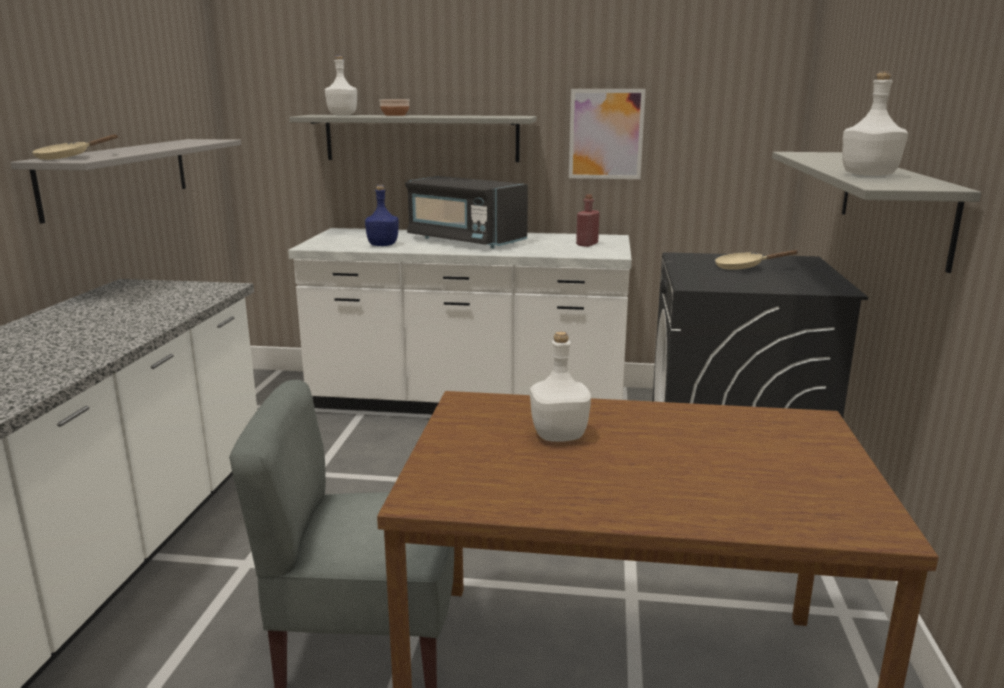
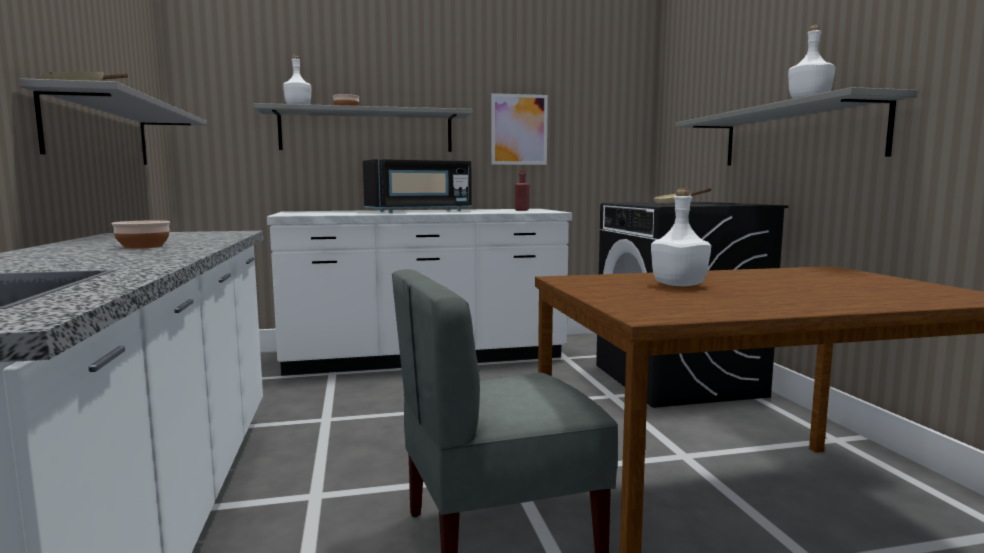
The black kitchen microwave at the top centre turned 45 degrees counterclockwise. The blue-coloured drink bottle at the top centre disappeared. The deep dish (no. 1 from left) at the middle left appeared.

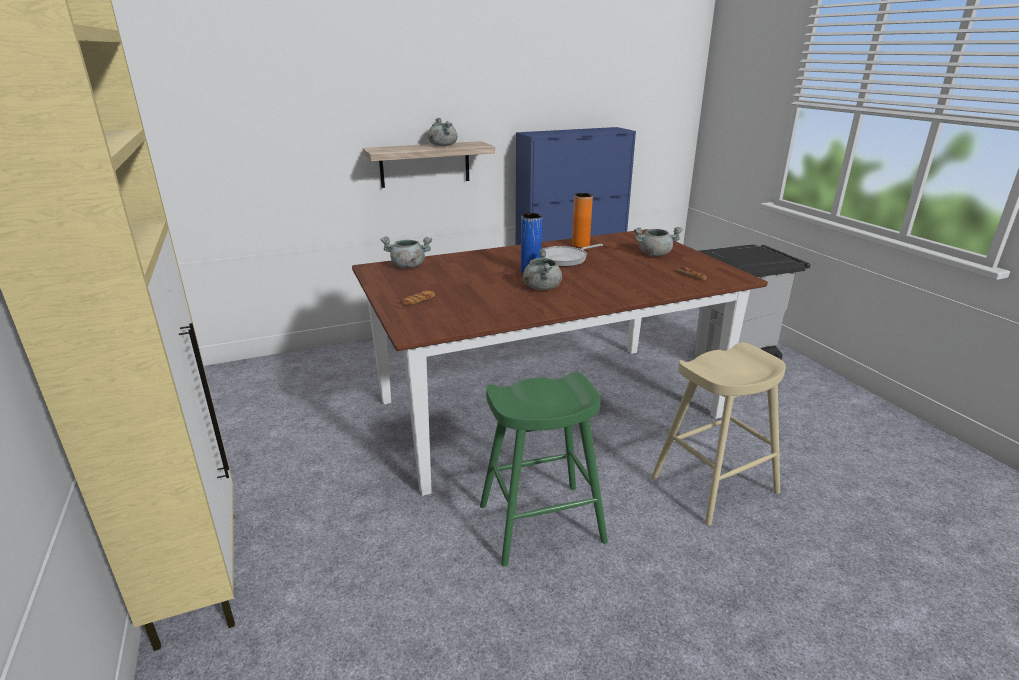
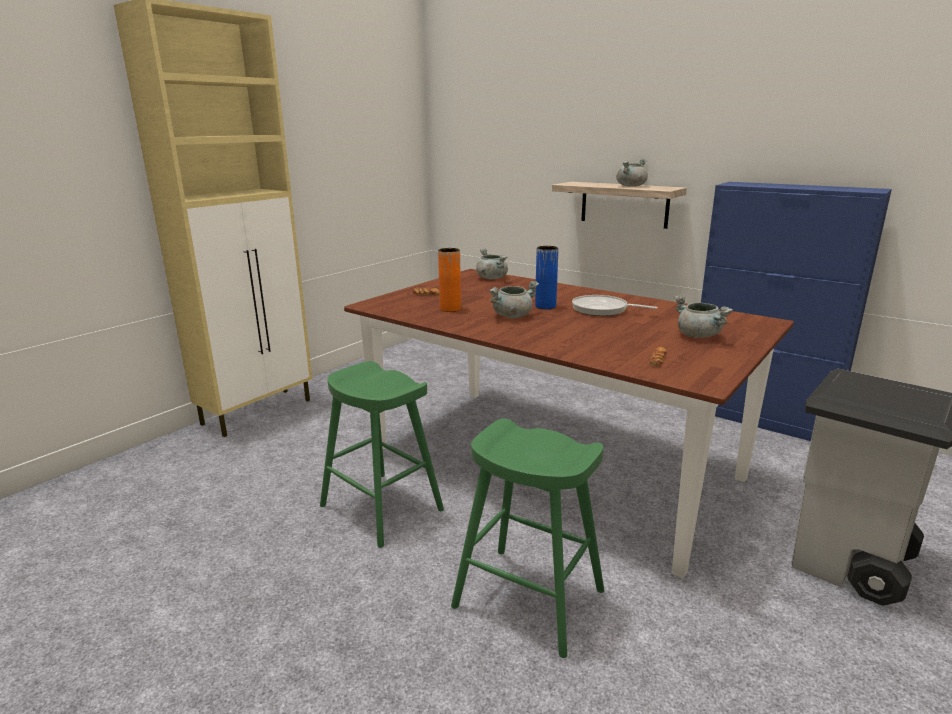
The orange-coloured flower vase moved from the top centre to the centre. The sand-coloured sitting stool at the middle right became the green sitting stool (no. 2 from left) at the bottom centre.

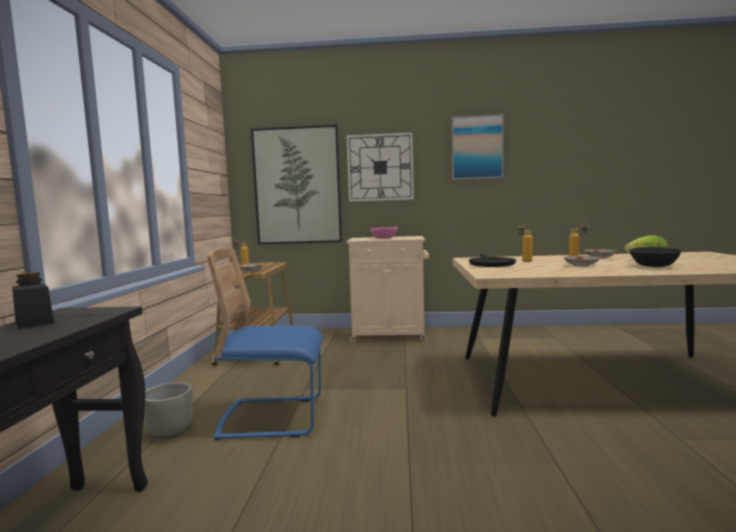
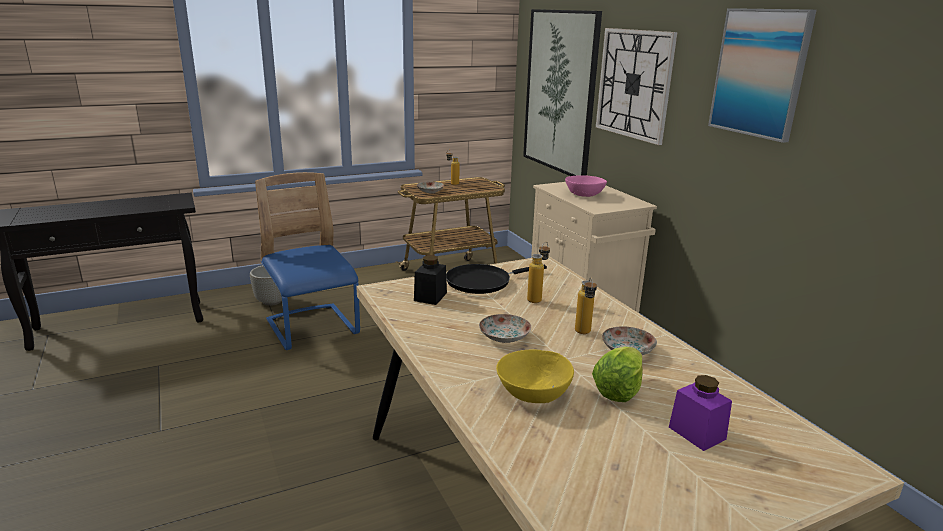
The black deep dish at the middle right became the yellowish deep dish at the bottom centre. The black jar moved from the middle left to the centre. The purple jar at the bottom right appeared.

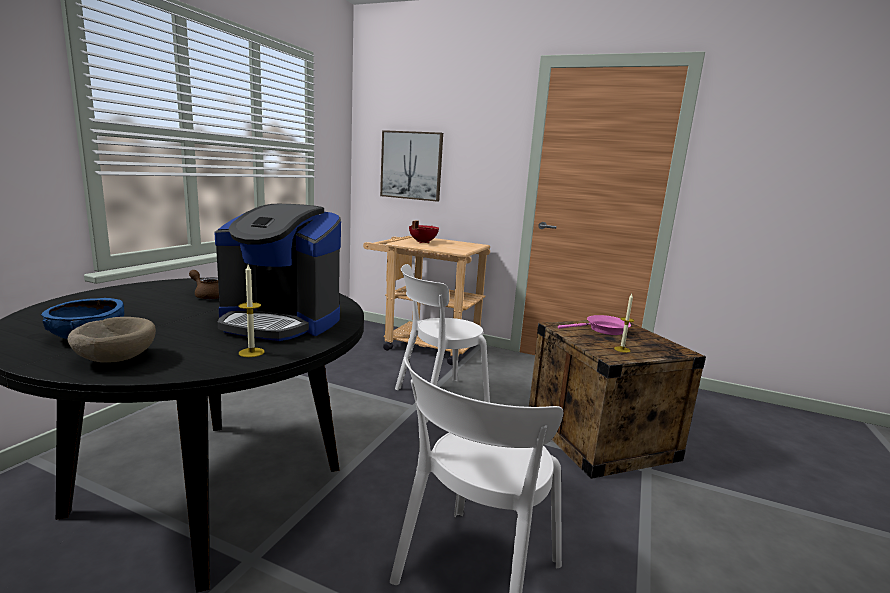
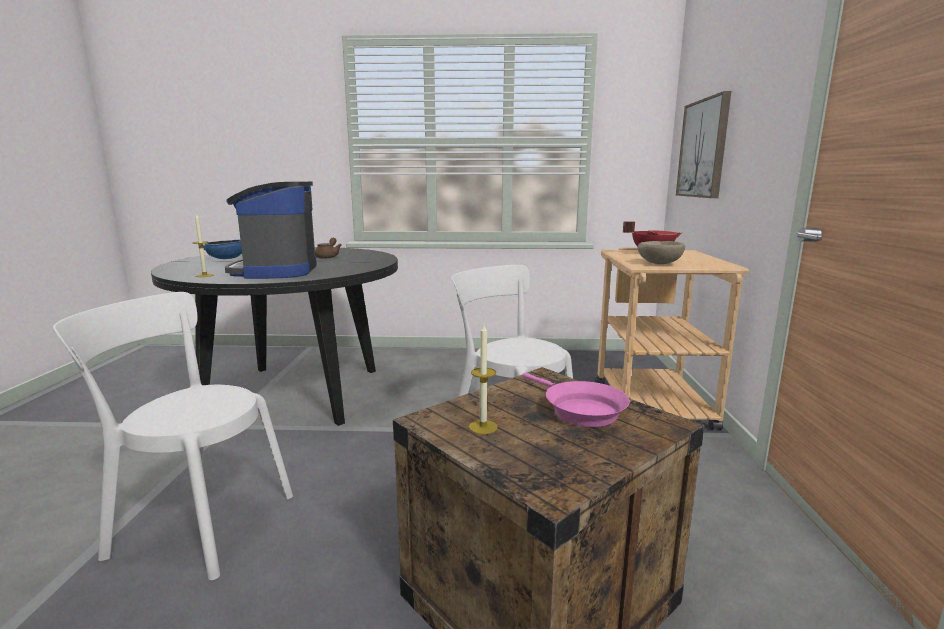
The sand-coloured deep dish moved from the middle left to the middle right.

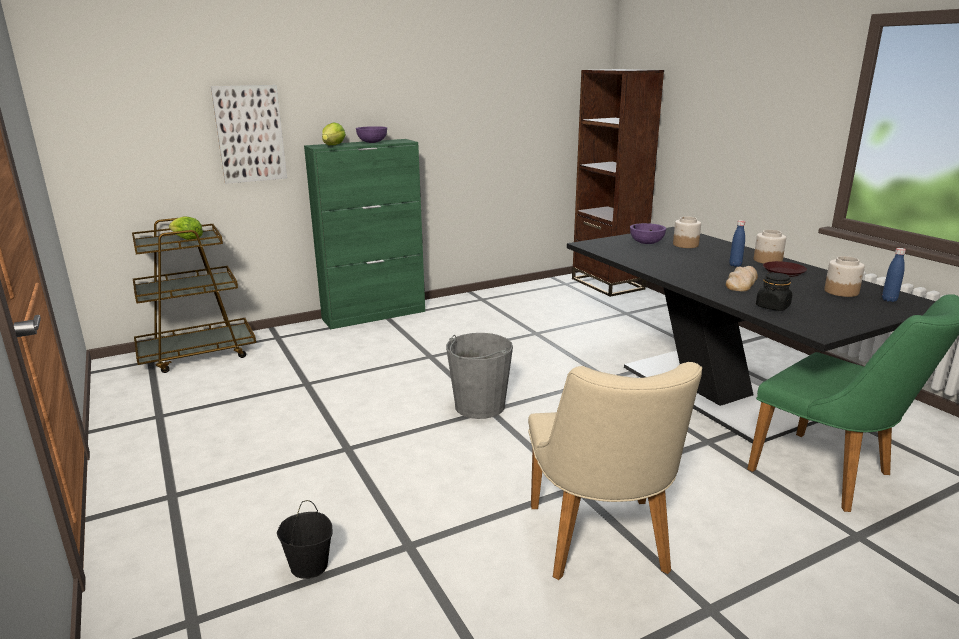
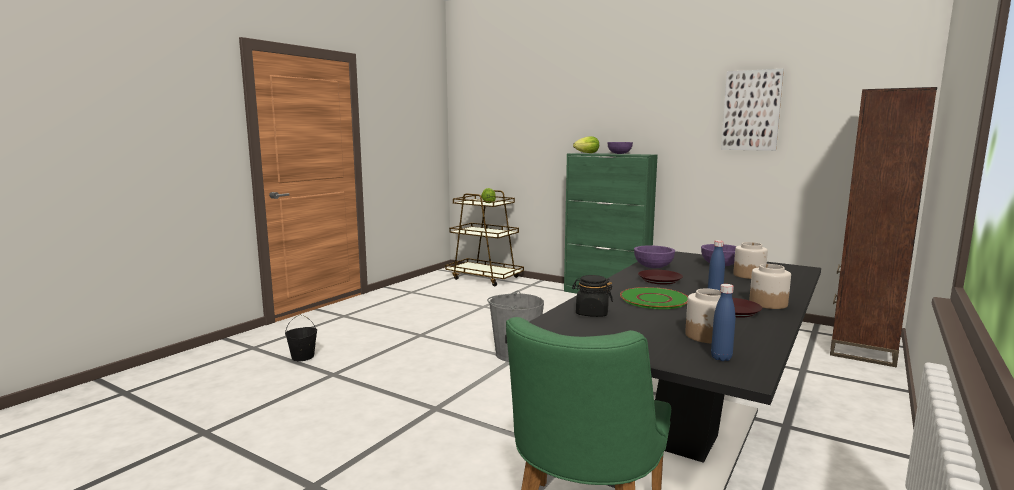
The wall picture moved from the top left to the top right. The bread at the middle right was replaced by the green plate at the centre. The sand-coloured plain chair at the bottom centre disappeared. The purple deep dish (no. 2 from left) at the centre appeared. The brown-coloured plate (no. 1 from left) at the centre appeared.

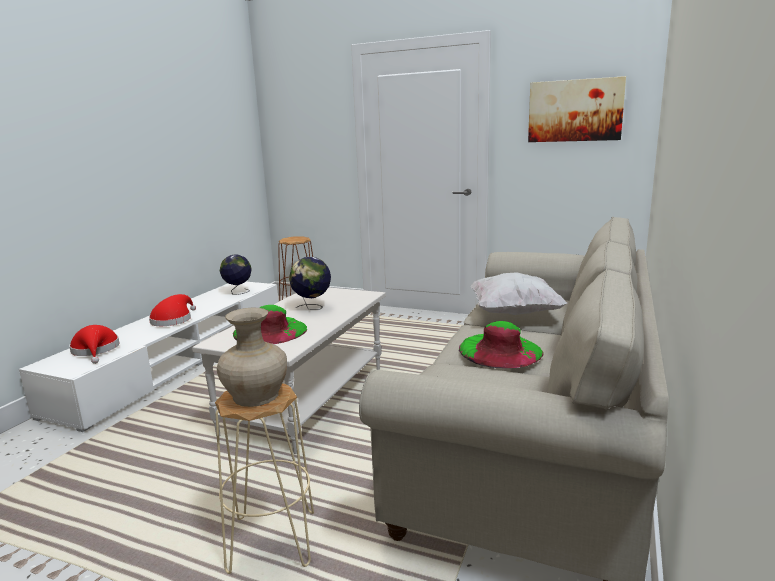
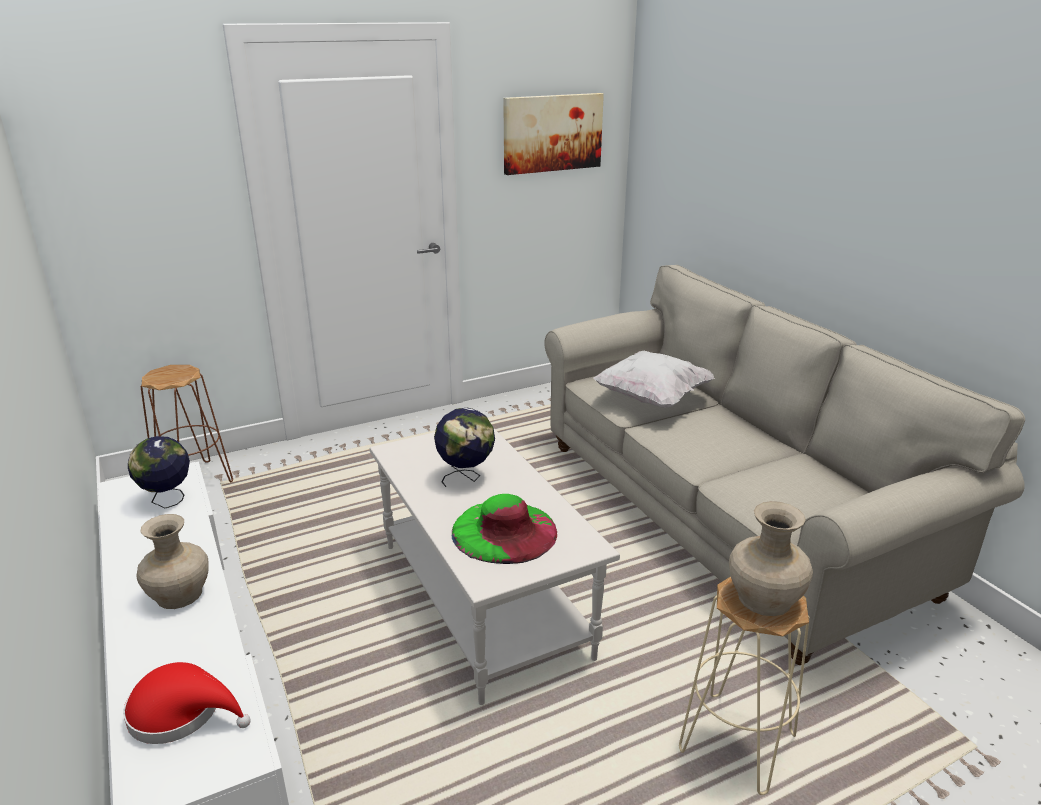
The red wearable hat (no. 2 from left) at the middle left was replaced by the sand-coloured flower vase (no. 1 from left) at the bottom left. The green wearable hat (no. 2 from left) at the centre disappeared.

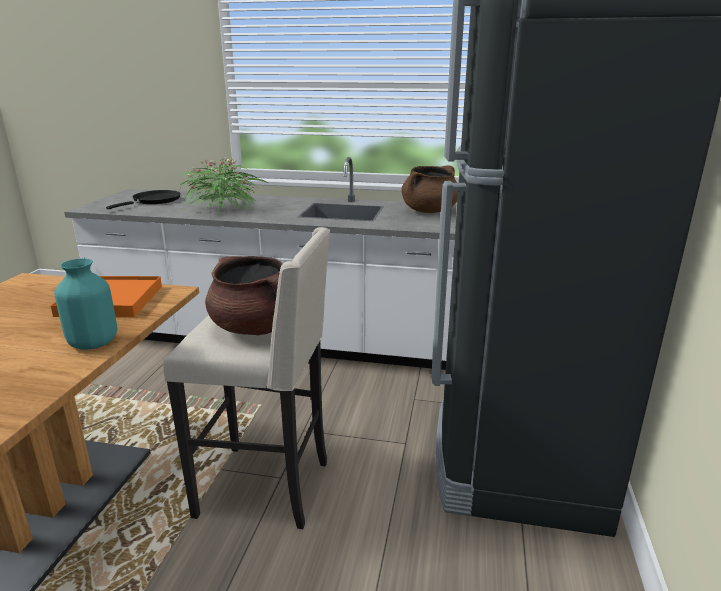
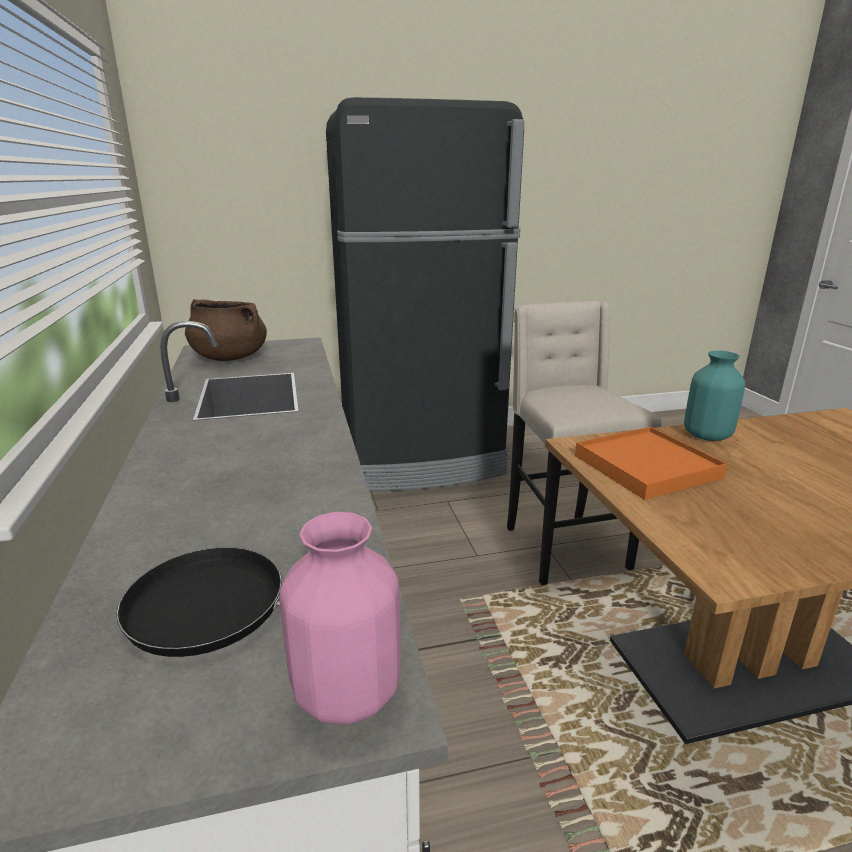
The plant in a pot at the top left disappeared. The brown-coloured saucepot (no. 1 from left) at the centre disappeared. The pink flower vase at the bottom centre appeared.

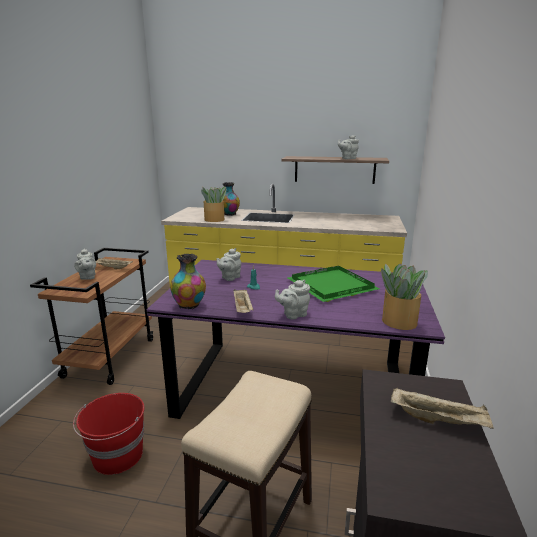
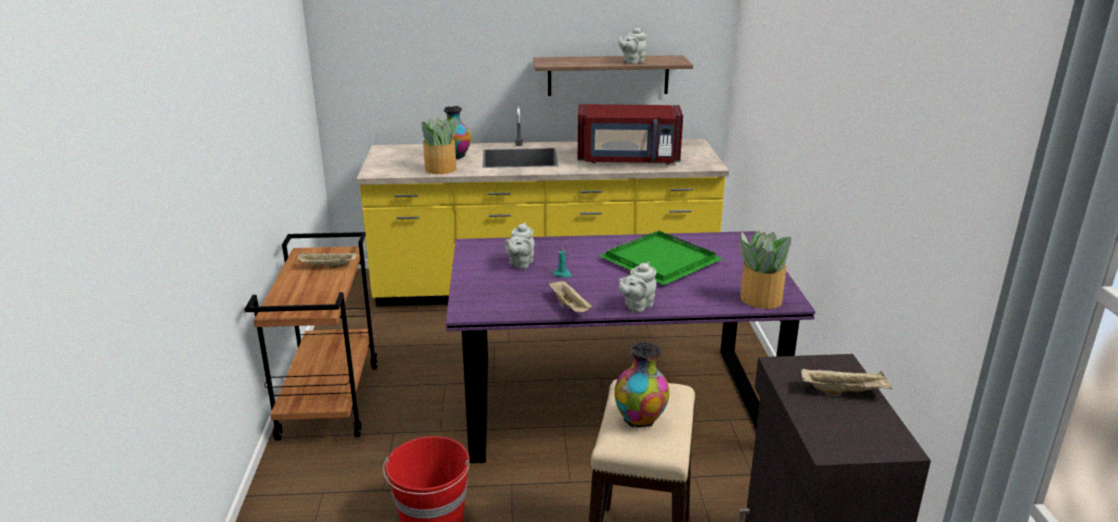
The greyish tea pot (no. 1 from left) at the middle left disappeared. The flower vase (no. 1 from left in the first image) moved from the centre to the bottom centre. The red kitchen microwave at the top centre appeared.

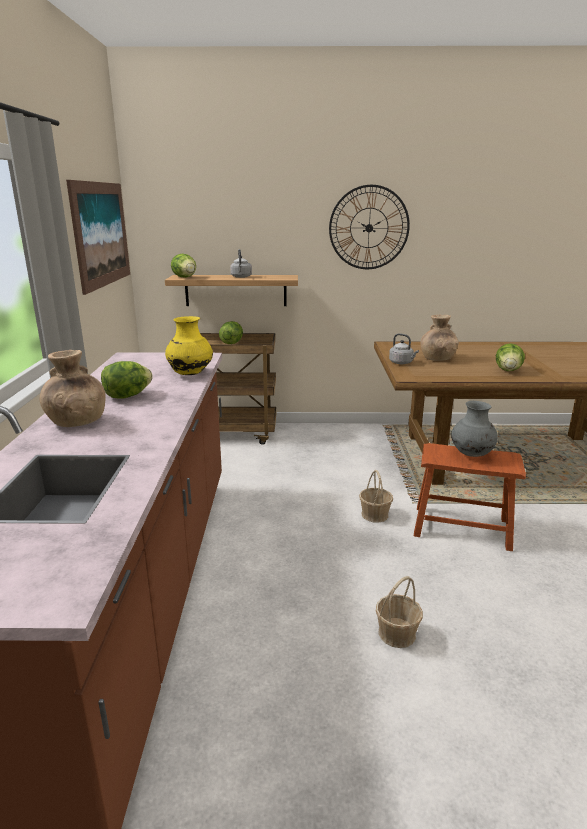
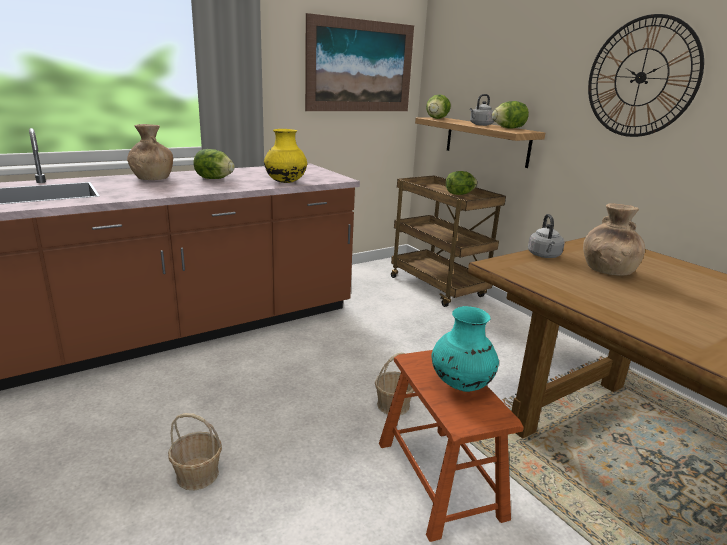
The head of lettuce (no. 4 from left) moved from the middle right to the top right. The greyish flower vase at the middle right became the blue-green flower vase at the centre.

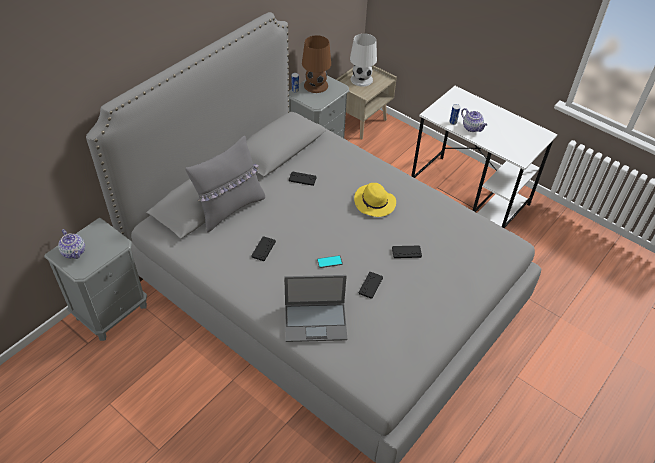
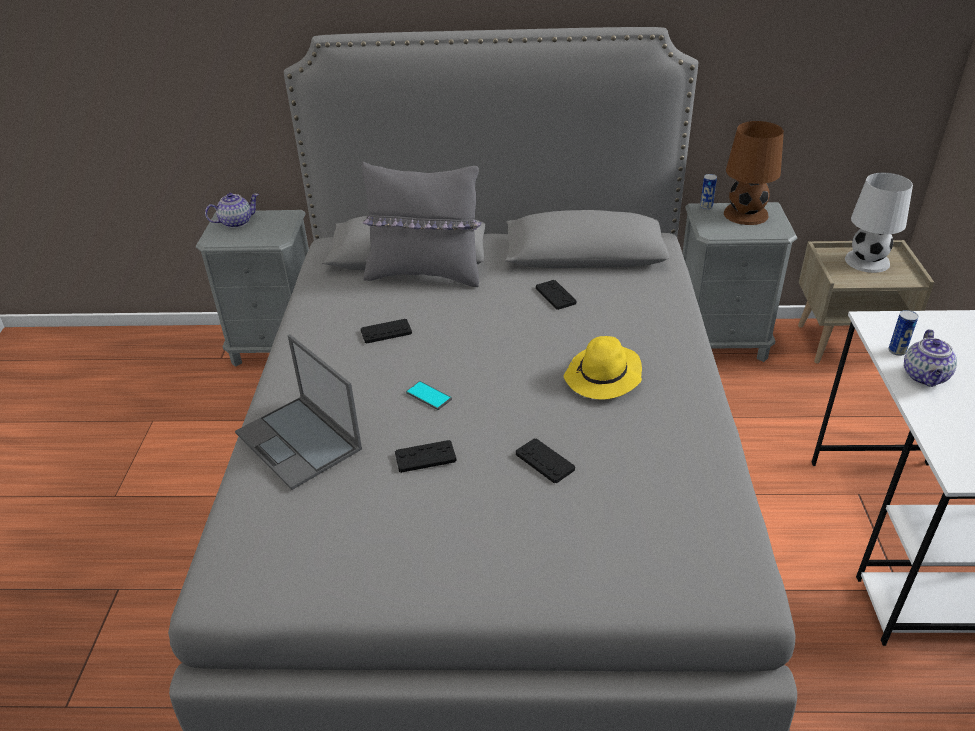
The tea pot (no. 1 from left) at the middle left turned 135 degrees counterclockwise.

